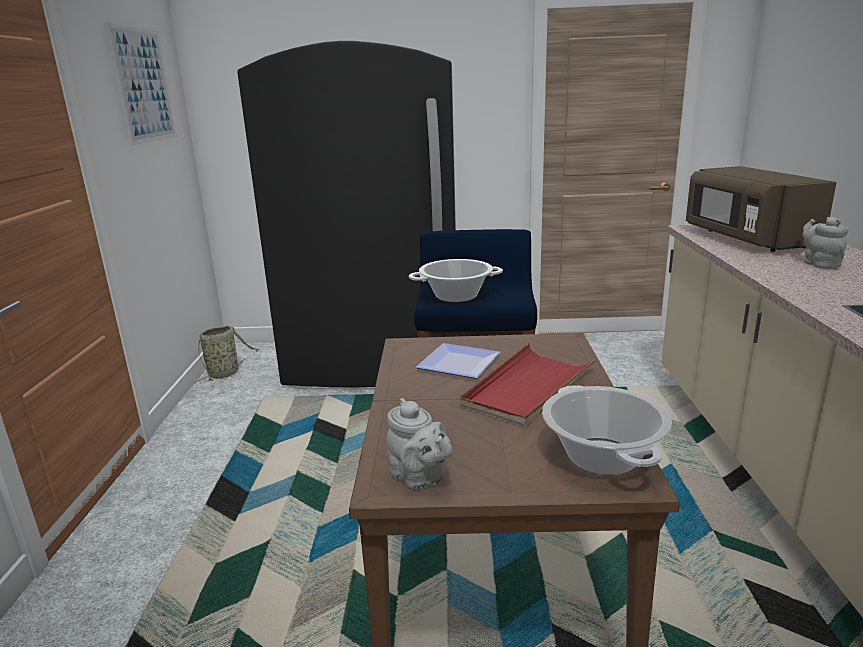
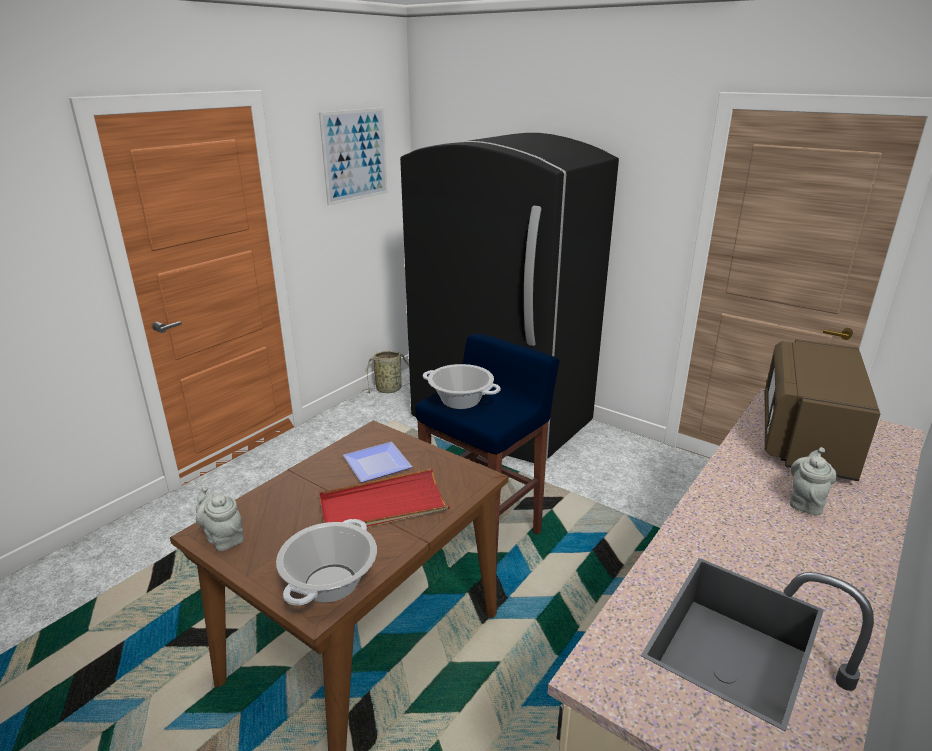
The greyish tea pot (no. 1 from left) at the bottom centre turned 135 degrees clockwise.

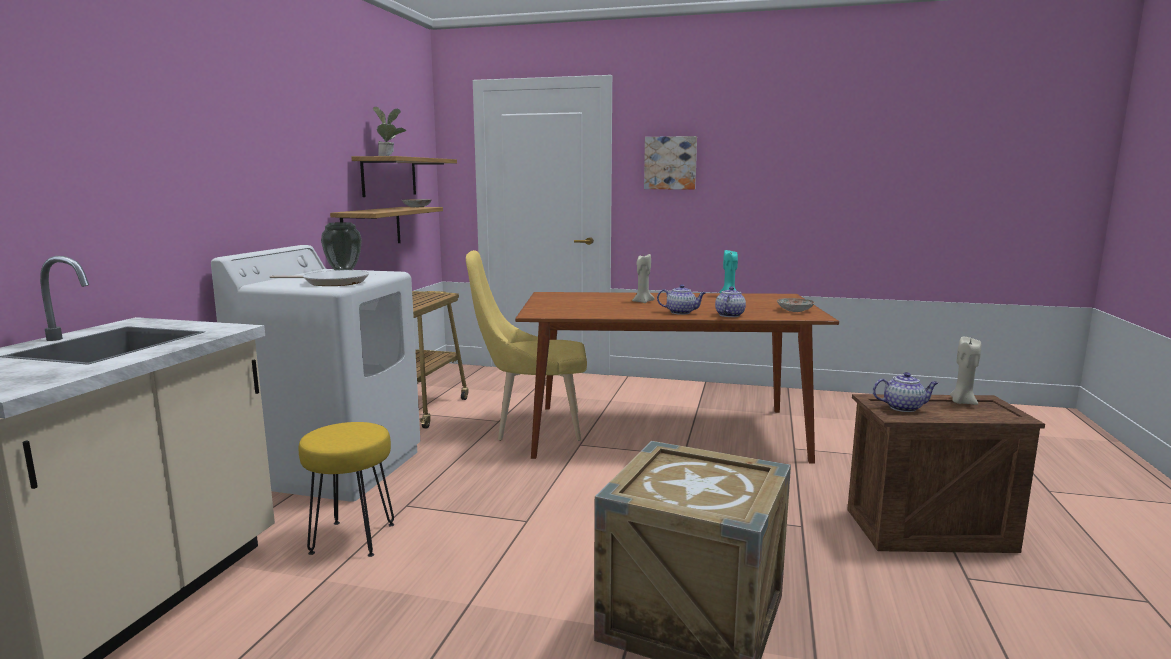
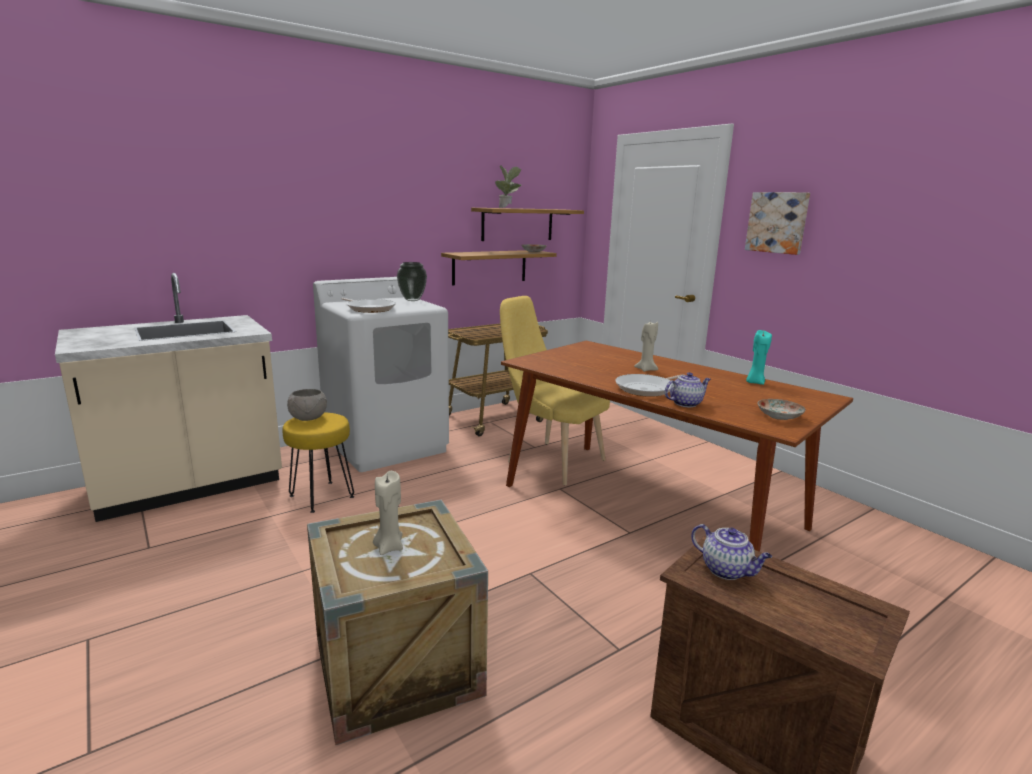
The tea pot (no. 1 from left) at the centre was replaced by the frying pan (no. 2 from left) at the centre. The sand-coloured candle (no. 2 from left in the first image) moved from the middle right to the centre. The greyish deep dish at the middle left appeared.

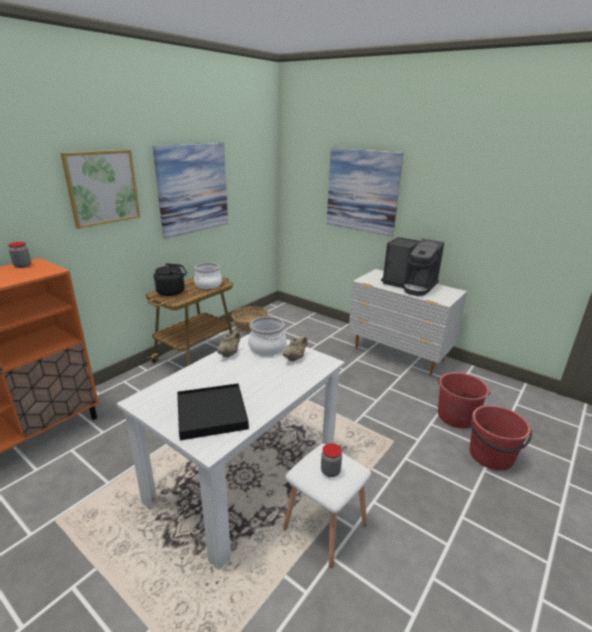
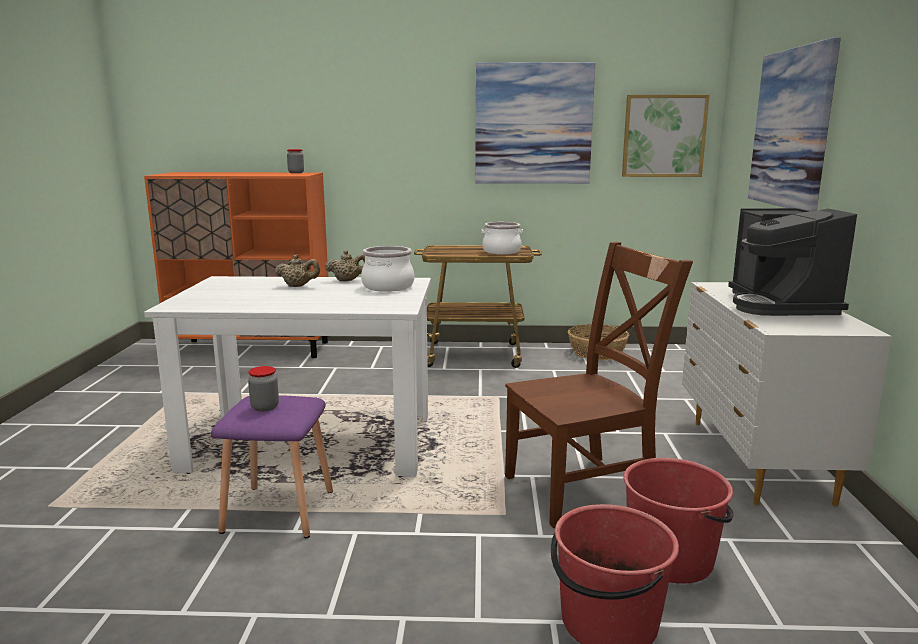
The wall picture (no. 1 from left in the first image) moved from the top left to the top right. The black tea kettle at the middle left disappeared. The sand-coloured tea pot (no. 2 from left in the first image) moved from the centre to the middle left. The black tray at the centre disappeared. The whitish sitting stool at the bottom centre became the purple sitting stool at the bottom left. The brown-coloured plain chair at the centre appeared.

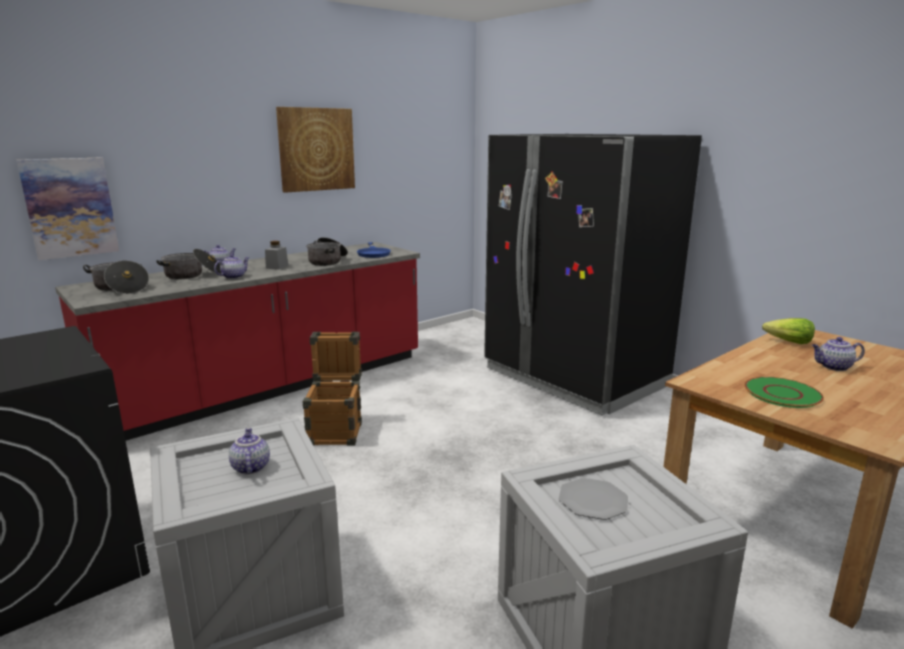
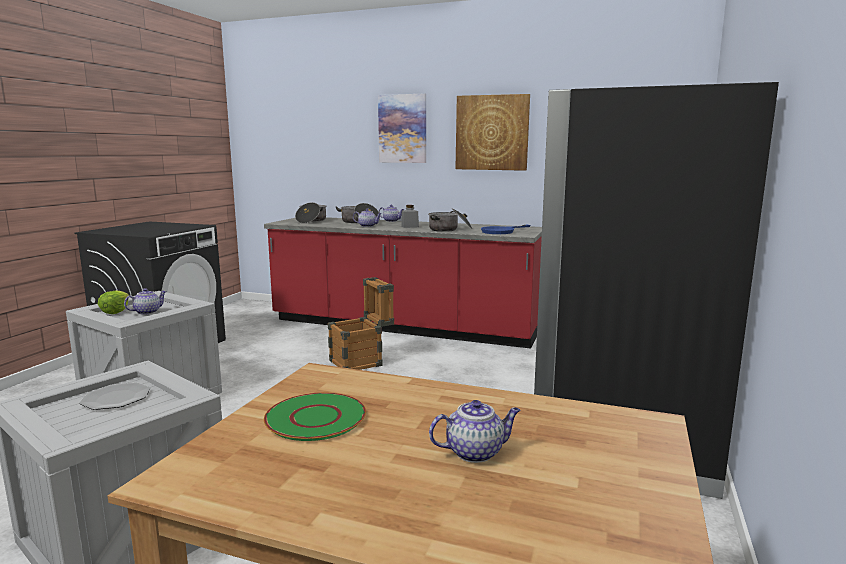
The wall picture (no. 1 from left) moved from the top left to the top centre. The head of lettuce moved from the middle right to the middle left. The tea pot (no. 4 from left) at the middle right turned 105 degrees clockwise.

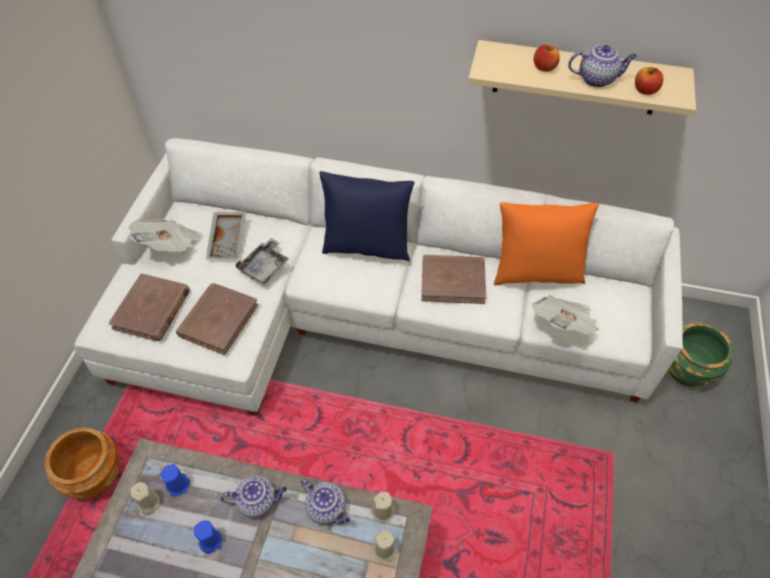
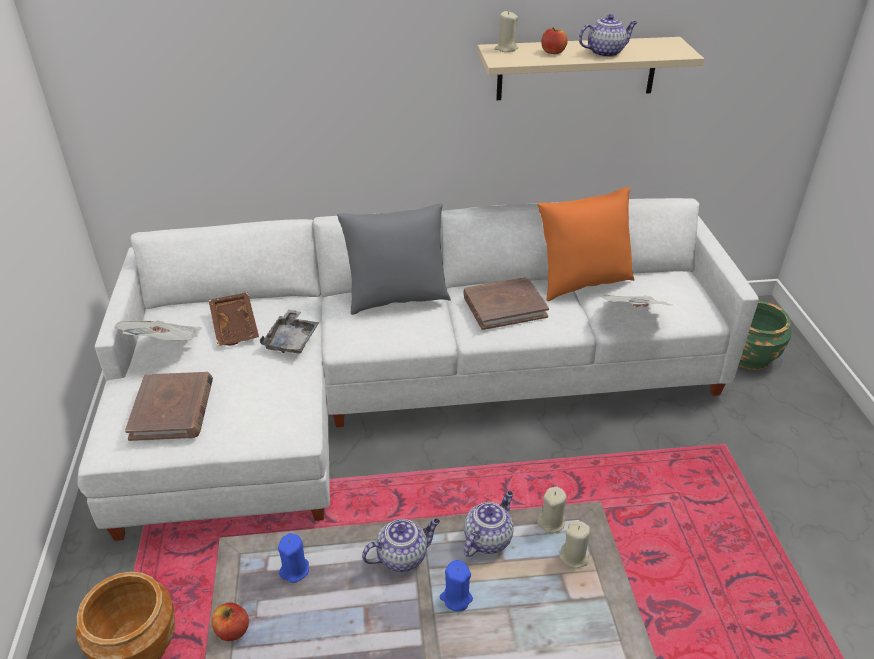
The whole apple (no. 2 from left in the first image) moved from the top right to the bottom left. The blue-coloured throw pillow at the centre became the greyish throw pillow at the centre. The greyish tray (no. 1 from left) at the middle left became the brown-coloured tray at the middle left. The brown-coloured book (no. 2 from left) at the middle left disappeared. The tea pot (no. 2 from left) at the bottom centre turned 75 degrees counterclockwise. The sand-coloured candle (no. 1 from left) moved from the bottom left to the top centre. The blue-coloured candle (no. 2 from left) moved from the bottom left to the bottom centre.

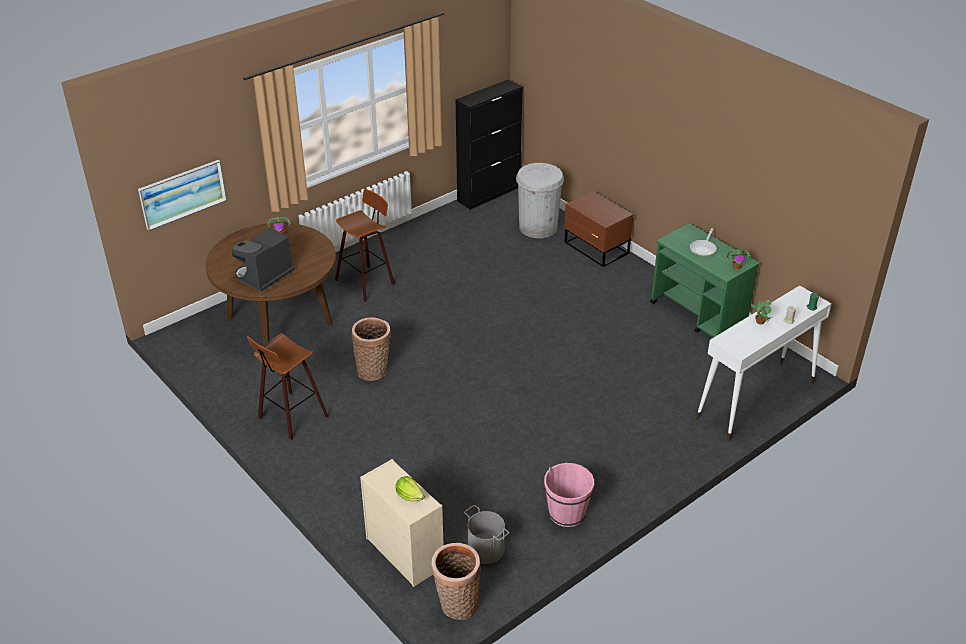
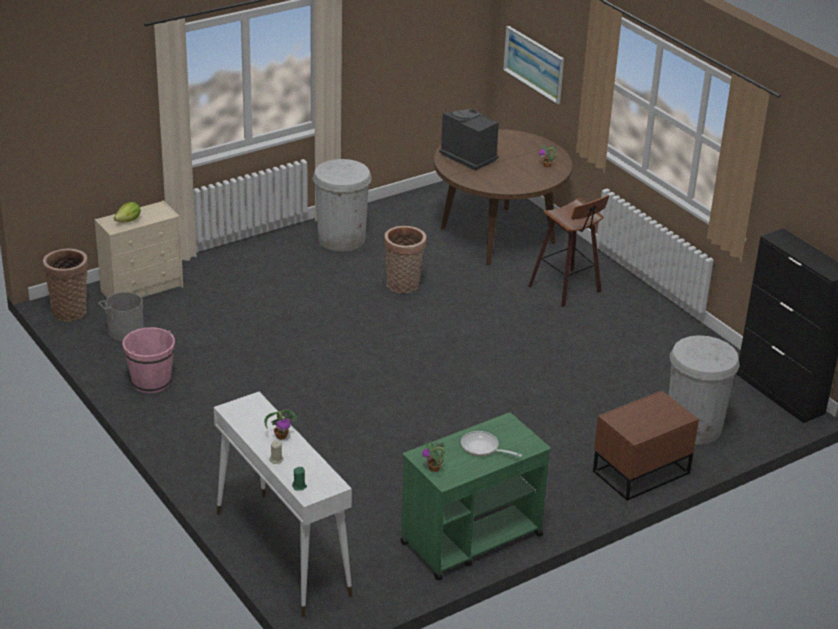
The sitting stool (no. 1 from left) at the middle left was replaced by the whitish rubbish bin (no. 1 from left) at the top centre.

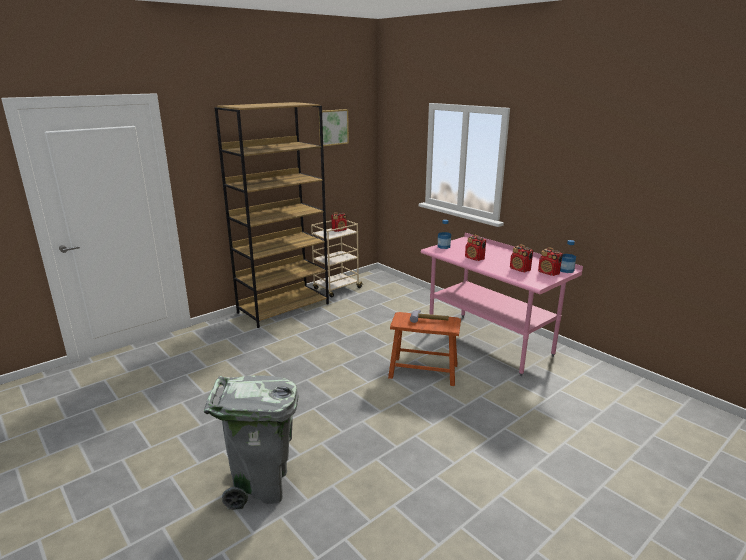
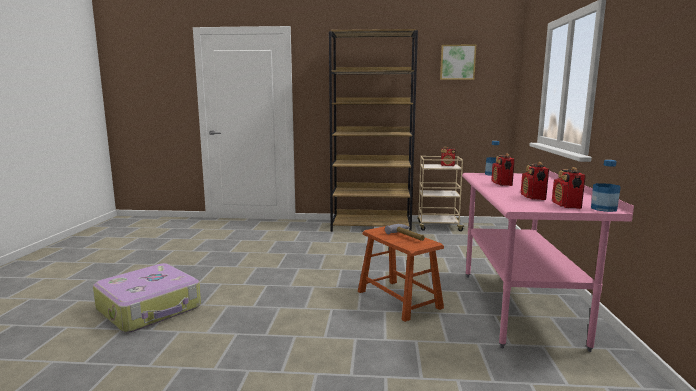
The greyish rubbish bin at the bottom centre was replaced by the piece of luggage at the bottom left.

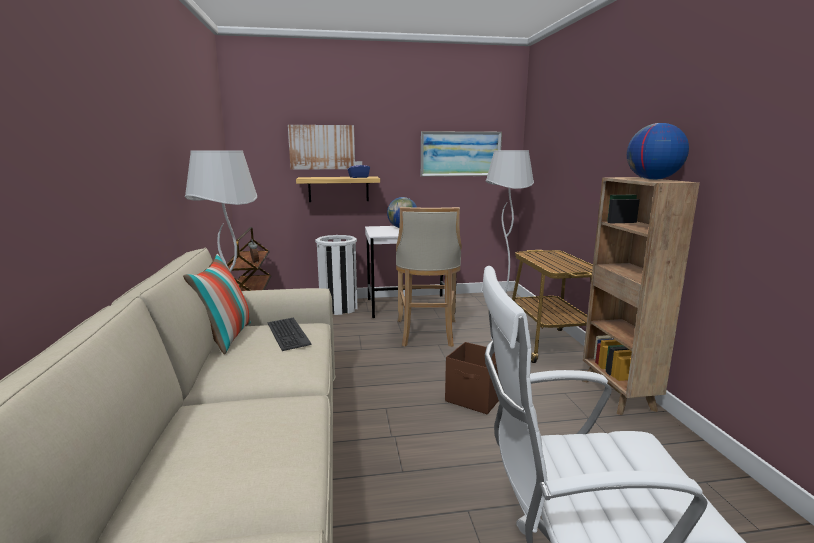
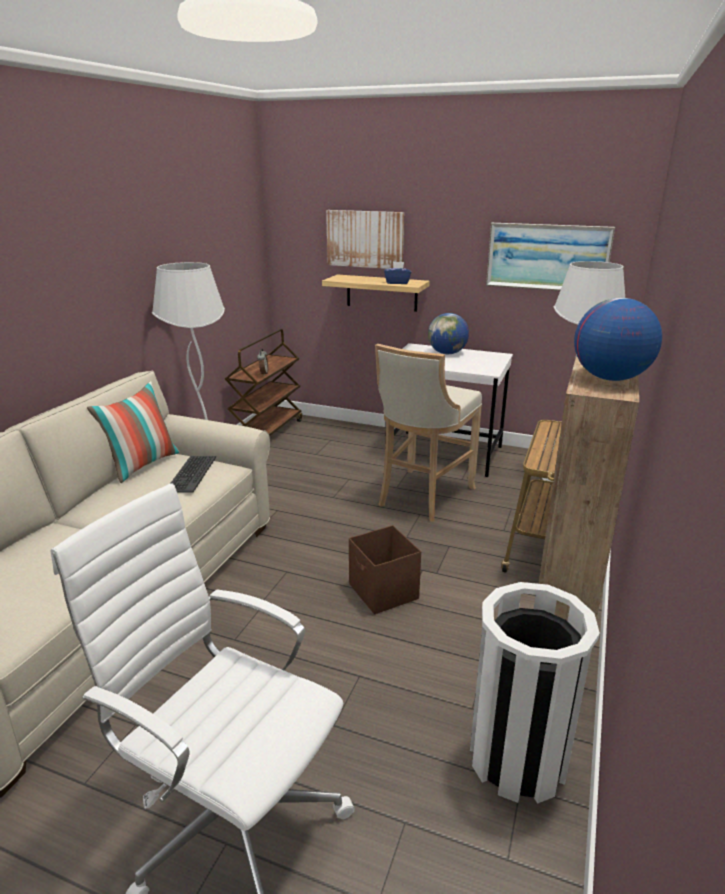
The whitish rubbish bin moved from the centre to the bottom right.

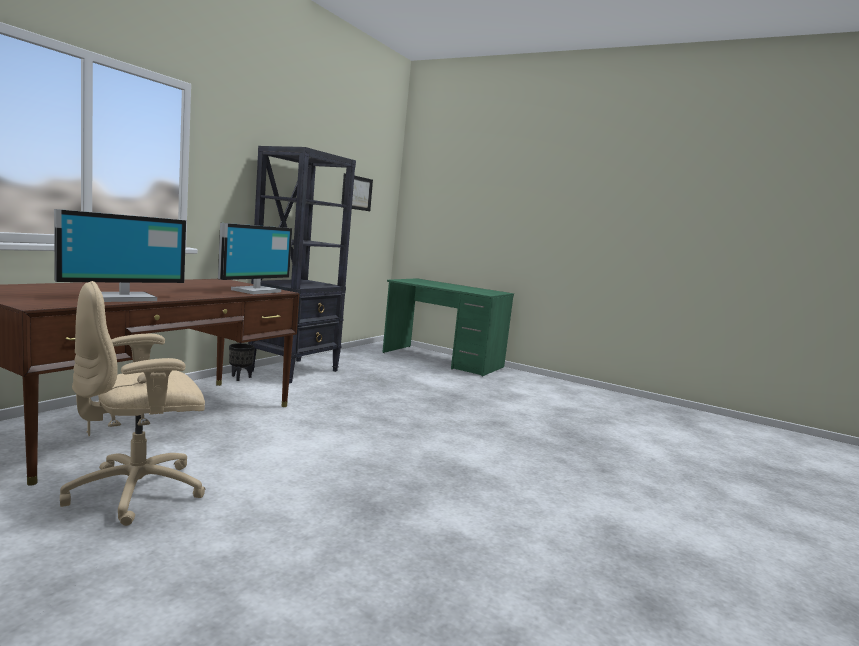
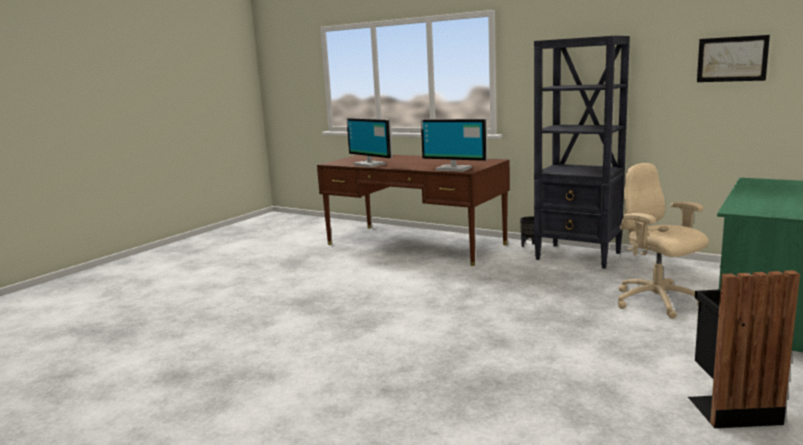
The sand-coloured desk chair moved from the middle left to the middle right. The black rubbish bin at the bottom right appeared.

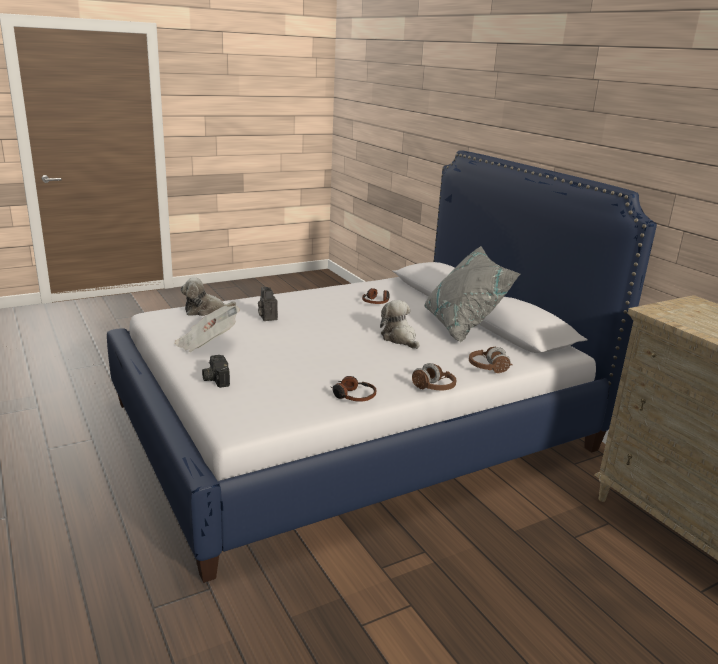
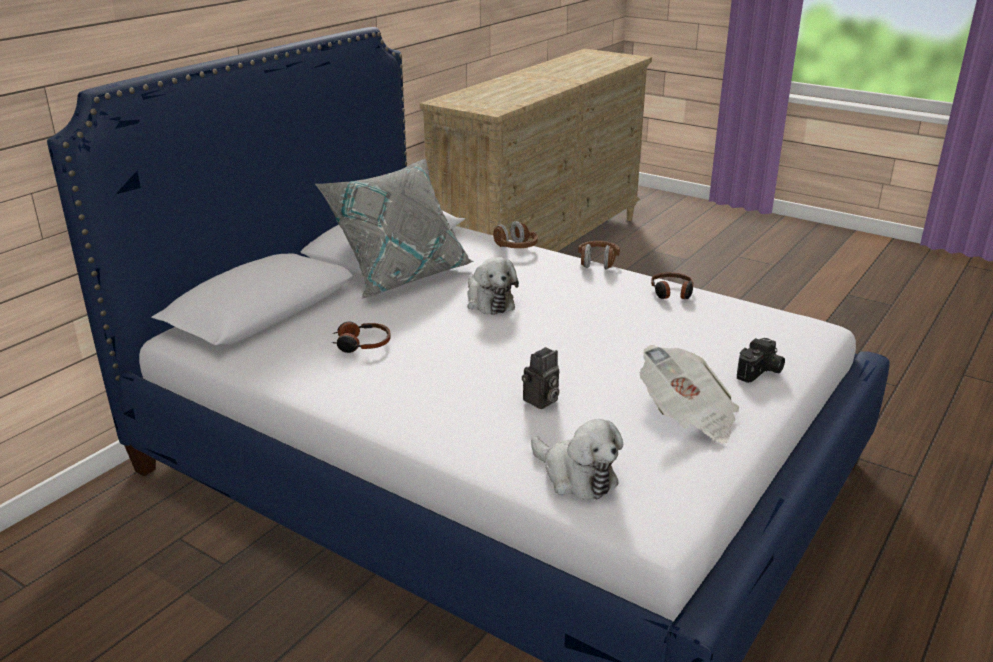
The soft toy (no. 2 from left in the first image) at the centre turned 60 degrees counterclockwise.

